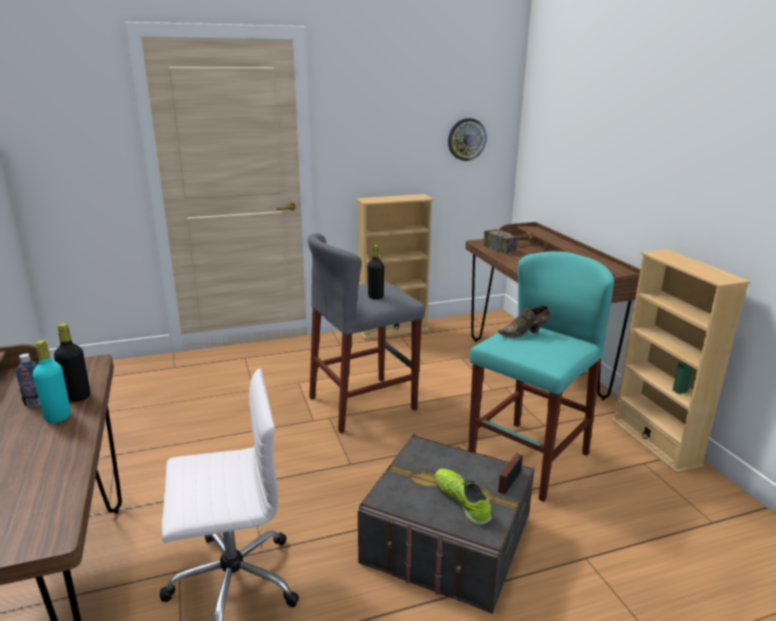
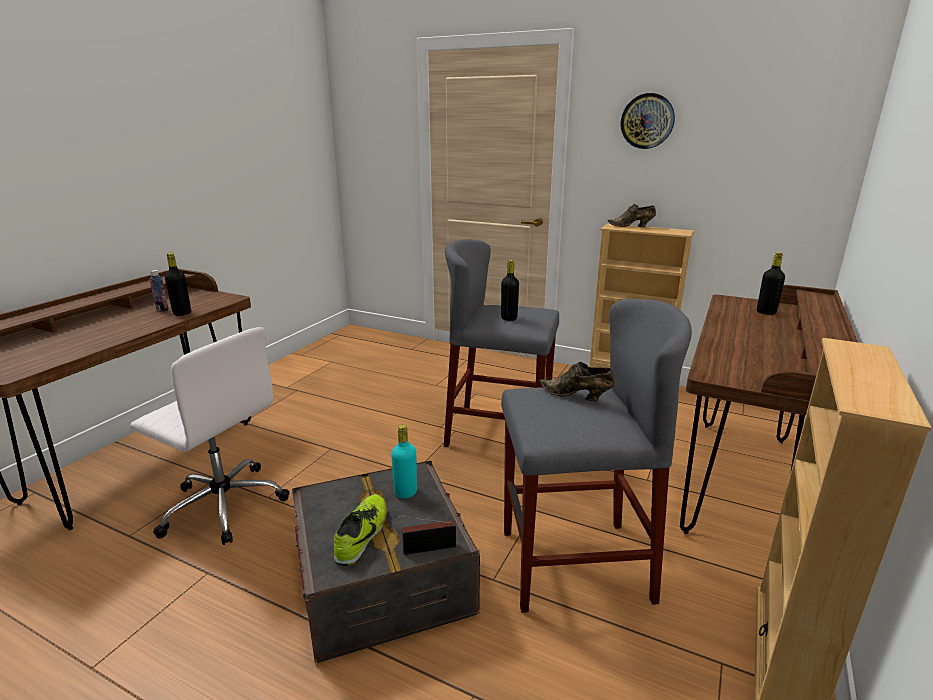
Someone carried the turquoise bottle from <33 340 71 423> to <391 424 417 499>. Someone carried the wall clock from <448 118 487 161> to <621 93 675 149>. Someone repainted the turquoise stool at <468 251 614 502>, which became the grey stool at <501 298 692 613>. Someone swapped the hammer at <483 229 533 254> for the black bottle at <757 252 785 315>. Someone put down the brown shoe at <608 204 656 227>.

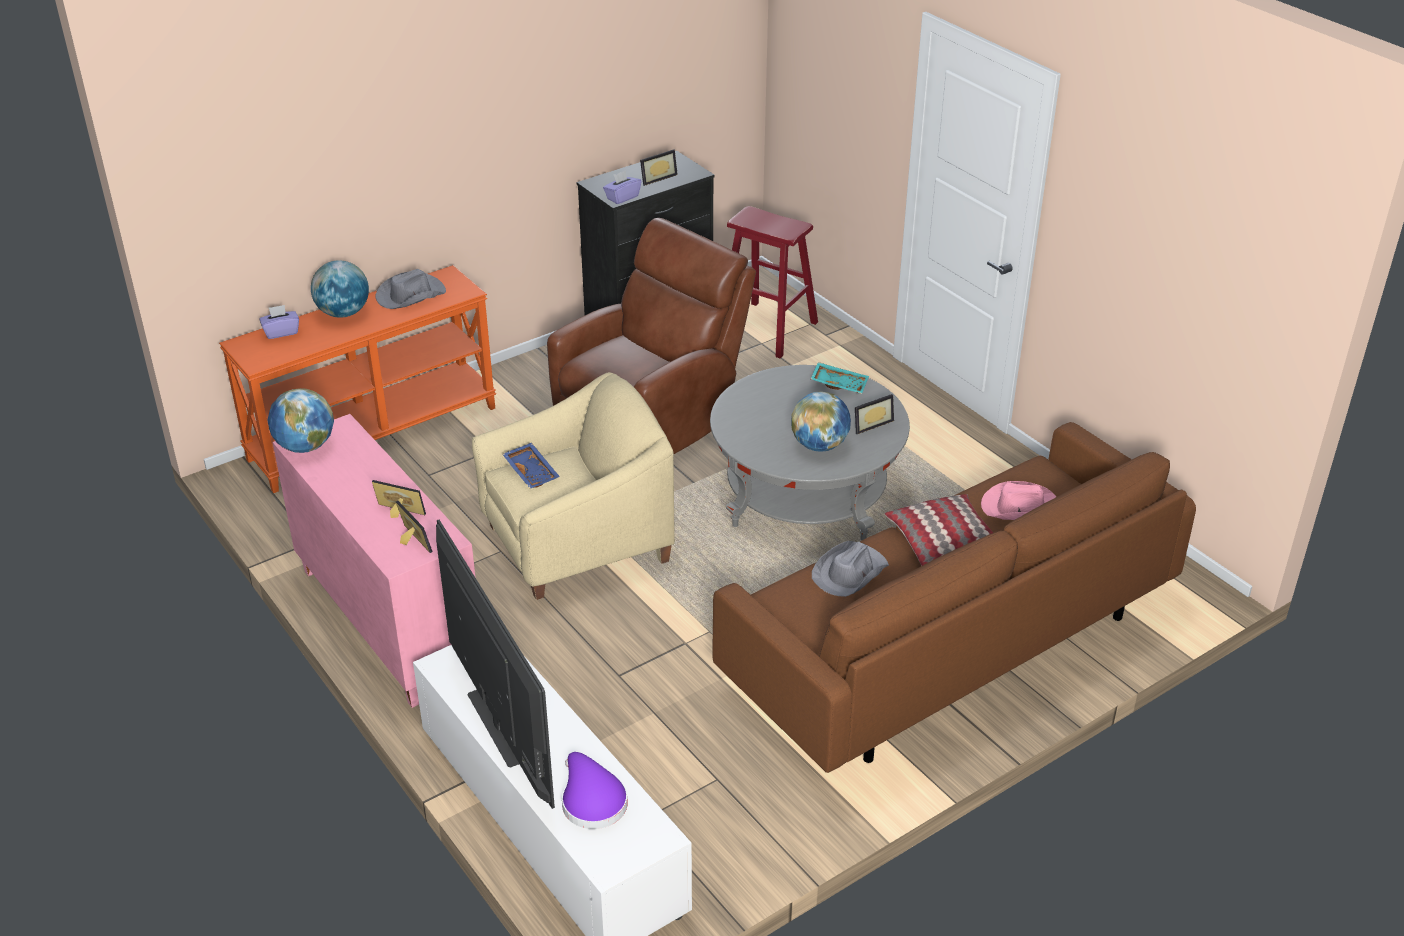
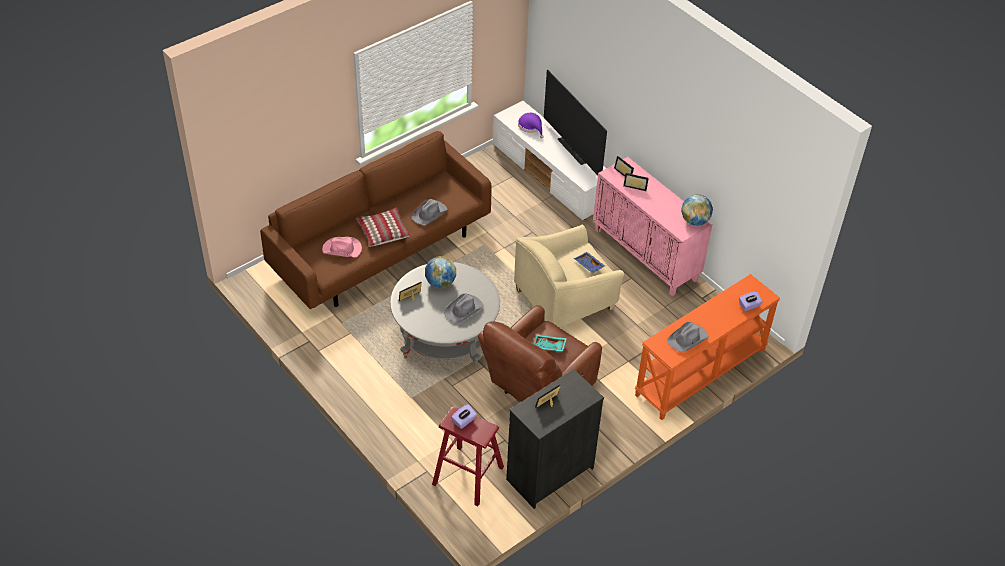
Someone took away the globe at <311 260 369 318>. Someone carried the purple tissue box from <603 170 641 204> to <451 404 477 429>. Someone carried the turquoise tray from <811 362 869 394> to <534 335 567 352>. Someone put down the grey hat at <444 294 484 323>.

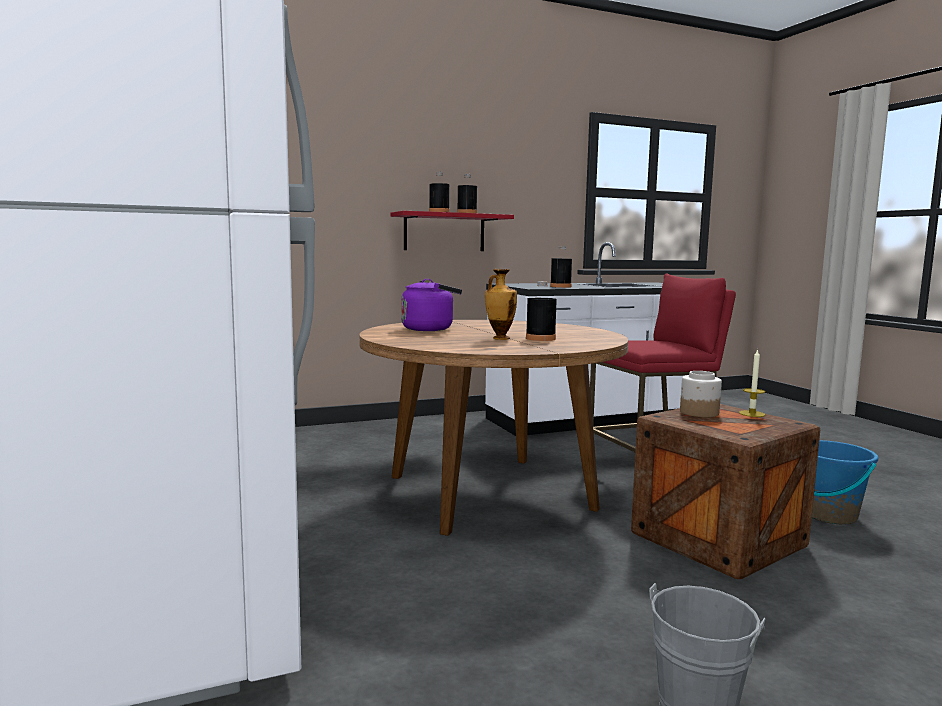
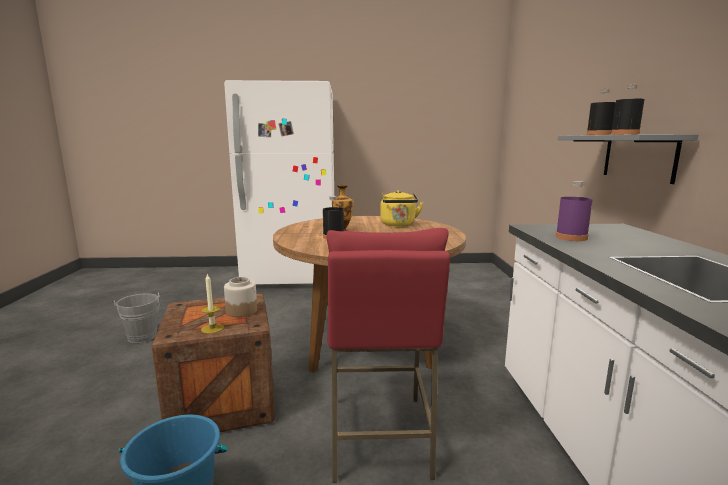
Someone repainted the red shelf at <390 211 514 251>, which became the grey shelf at <558 134 698 184>. Someone repainted the purple kettle at <401 279 462 331>, which became the yellow kettle at <380 190 423 226>. Someone repainted the black bottle at <550 246 572 288>, which became the purple bottle at <556 181 592 241>.

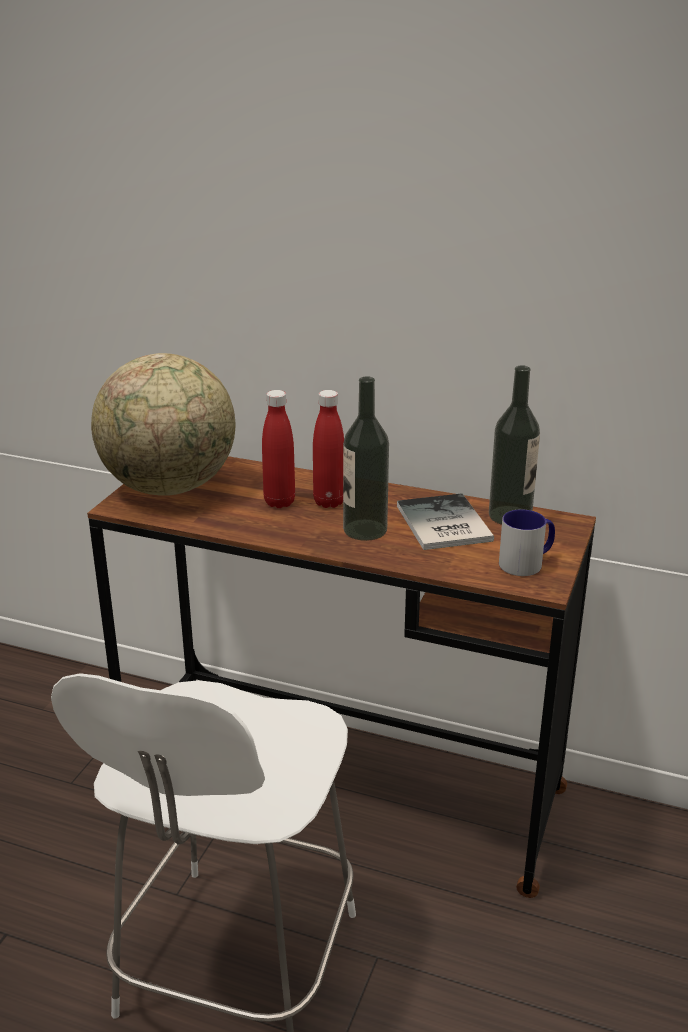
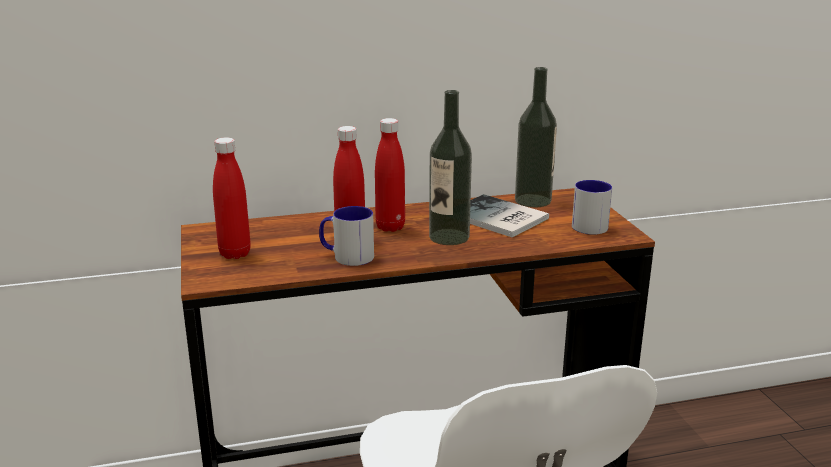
Someone swapped the globe at <91 353 235 496> for the red bottle at <213 137 251 259>. Someone put down the mug at <319 206 374 266>.

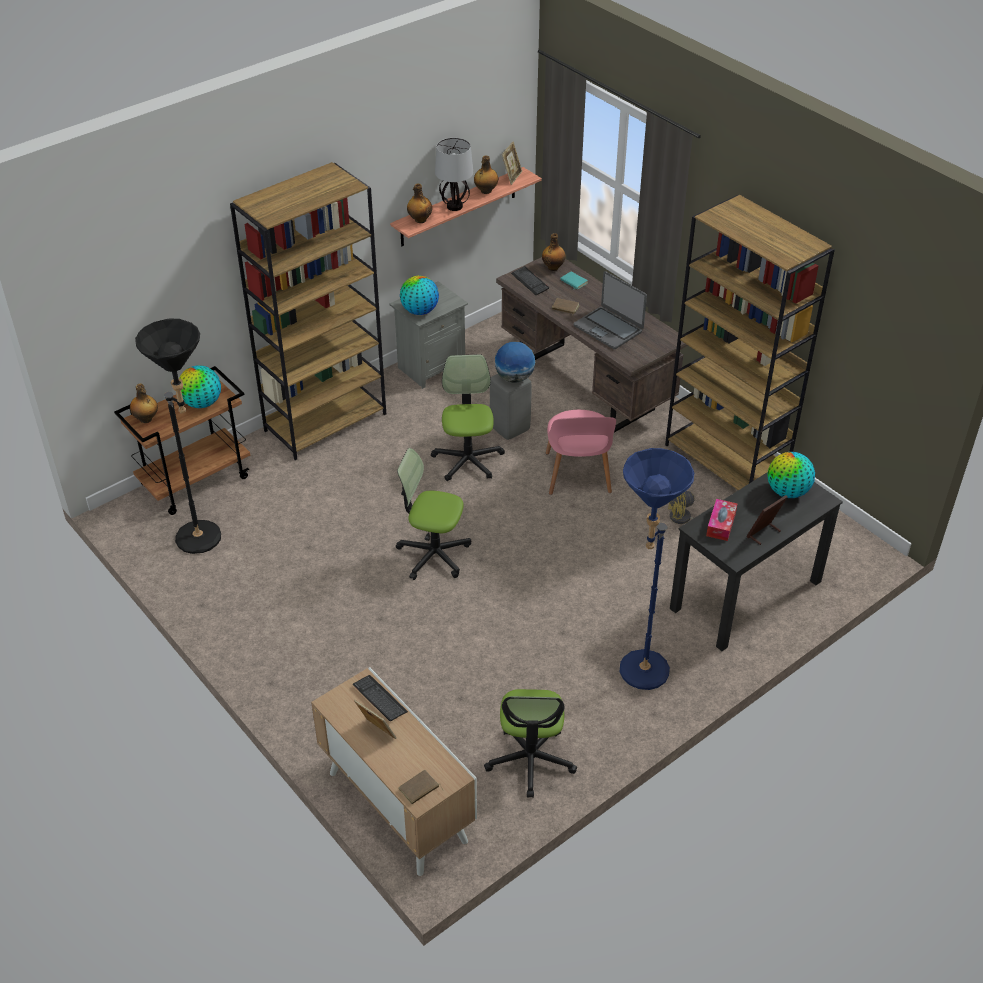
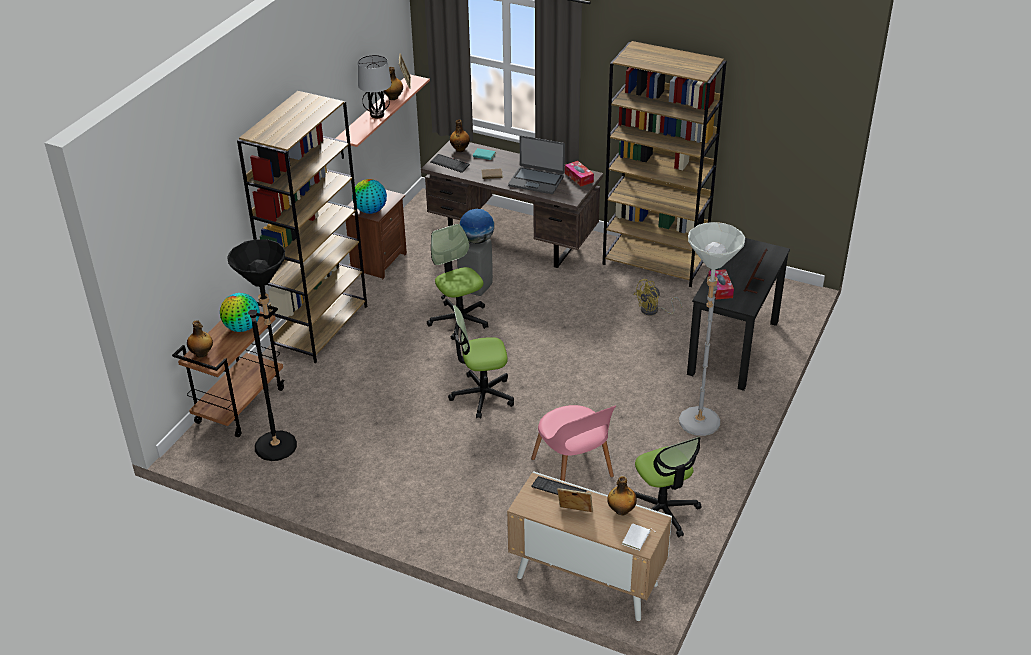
Someone repainted the grey nightstand at <389 281 468 389>, which became the brown nightstand at <346 190 407 279>. Someone repainted the brown book at <398 770 443 804>, which became the white book at <622 523 654 551>. Someone carried the bottle from <407 184 432 223> to <607 476 637 515>. Someone carried the pink chair from <546 410 616 495> to <531 405 616 481>. Someone repainted the blue floor lamp at <620 448 694 690>, which became the grey floor lamp at <679 222 745 436>. Someone took away the globe at <768 452 815 498>. Someone put down the tissue box at <565 161 594 187>.

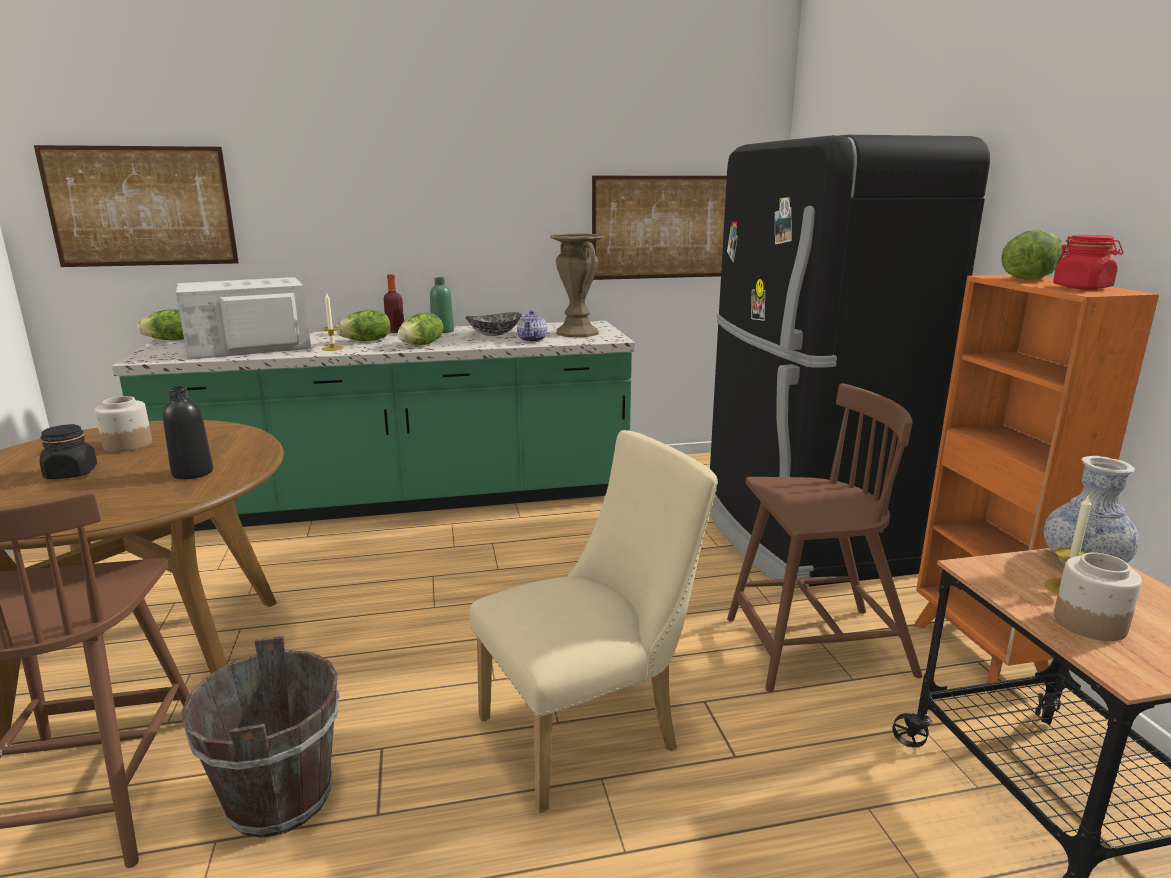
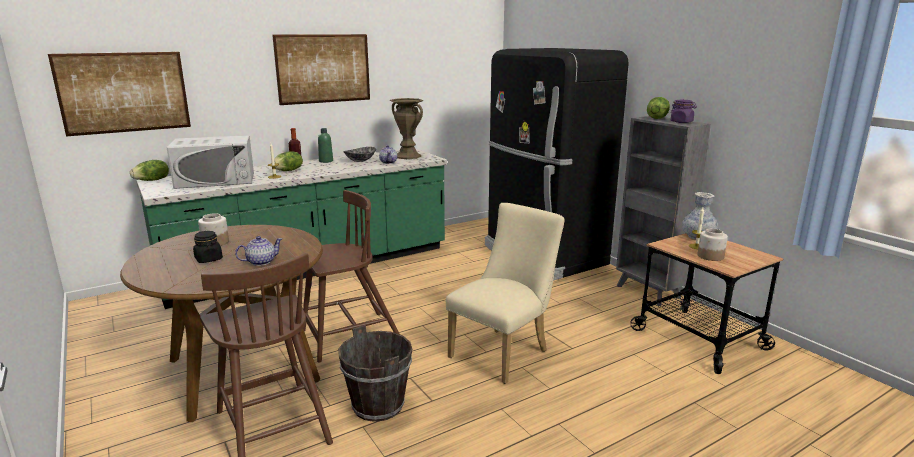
Someone took away the black bottle at <163 386 213 479>. Someone rotated the white microwave at <176 277 311 360> by 150 degrees counterclockwise. Someone took away the lettuce at <397 313 444 345>. Someone carried the picture from <592 176 727 280> to <272 34 370 105>. Someone carried the brown chair from <727 383 922 692> to <303 190 400 363>. Someone repainted the orange bookcase at <914 275 1159 693>, which became the grey bookcase at <616 116 711 306>. Someone repainted the red jar at <1053 235 1123 290>, which became the purple jar at <671 100 697 123>. Someone put down the teapot at <235 236 282 266>.

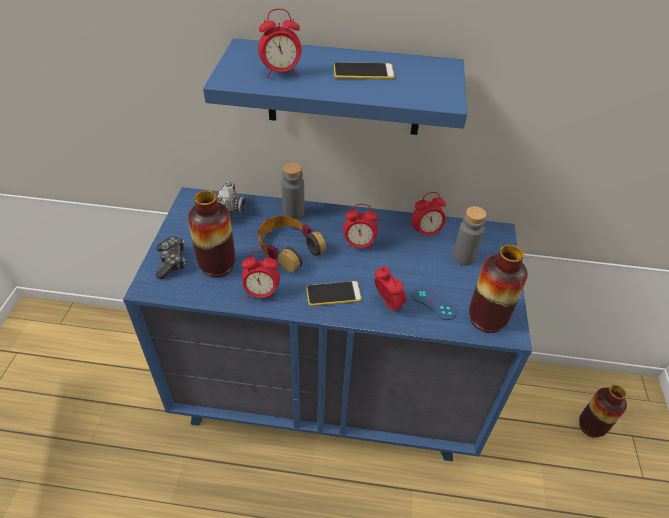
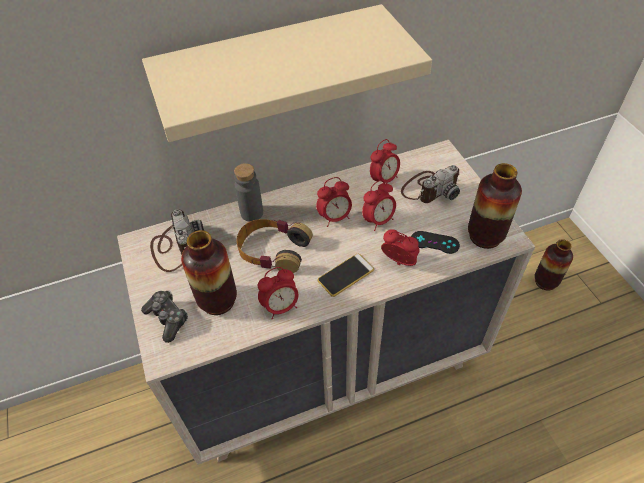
Someone repainted the blue dresser at <123 187 532 462>, which became the beige dresser at <117 140 535 465>. Someone repainted the blue shelf at <203 38 467 135>, which became the beige shelf at <142 4 432 142>. Someone carried the alarm clock from <258 9 301 78> to <362 180 396 231>. Someone took away the phone at <334 62 395 79>. Someone repainted the blue game controller at <412 287 457 320>, which became the black game controller at <411 231 460 254>. Someone swapped the grey bottle at <452 206 487 266> for the photo camera at <401 165 460 203>.

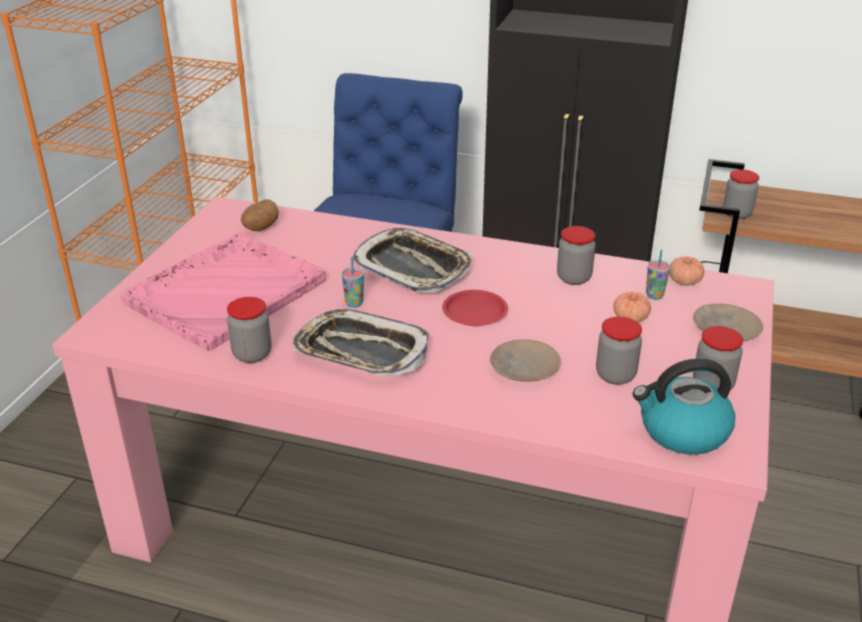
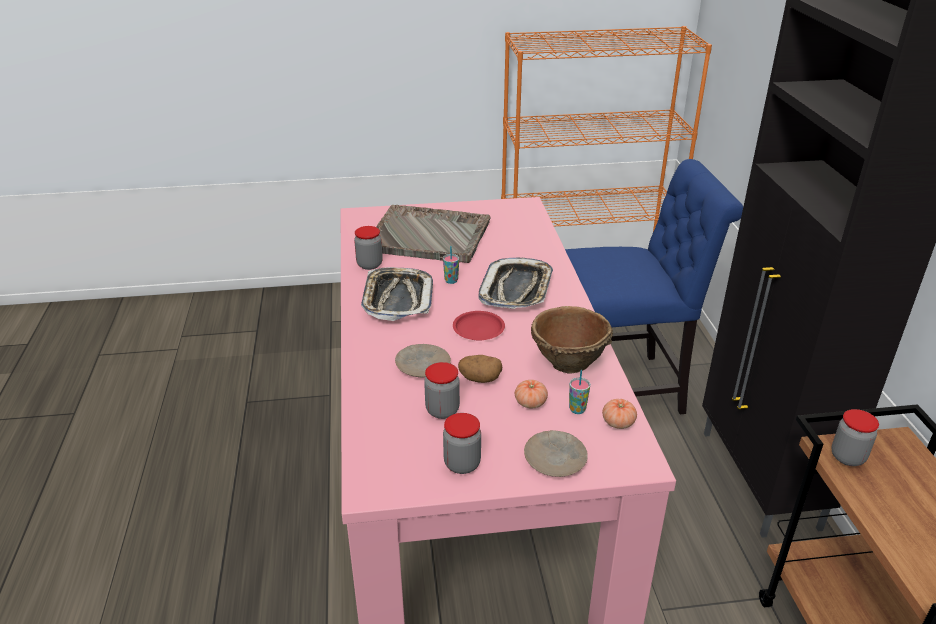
Someone repainted the pink tray at <120 233 326 351>, which became the grey tray at <376 205 491 263>. Someone carried the potato from <241 199 279 231> to <458 355 502 383>. Someone swapped the jar at <557 226 596 285> for the brown bowl at <531 306 613 374>. Someone took away the kettle at <633 359 735 455>.

